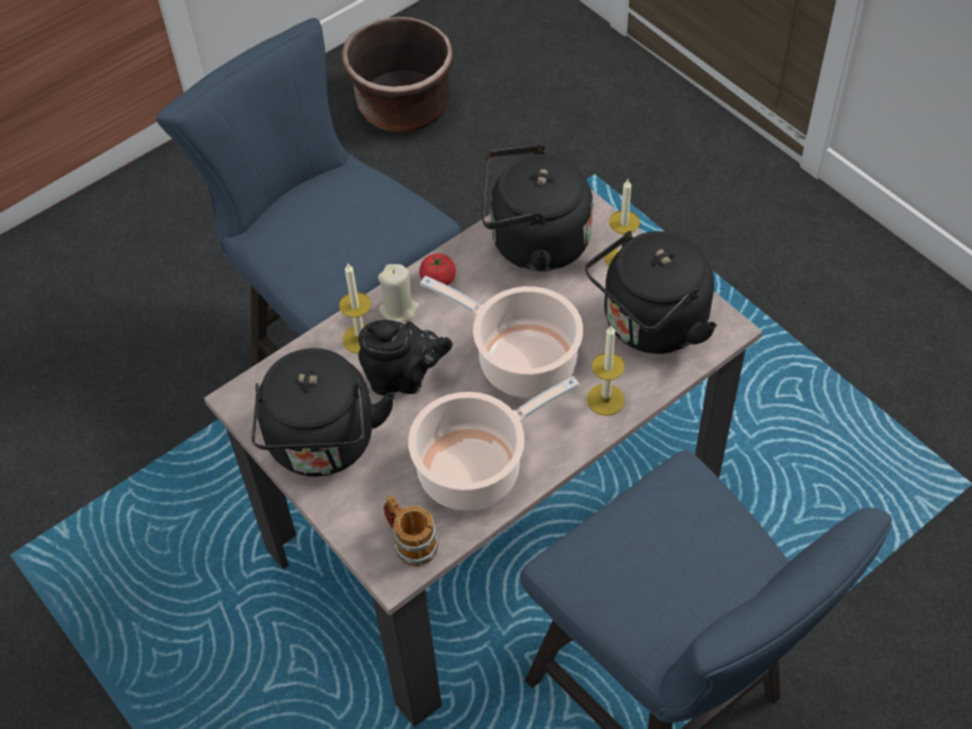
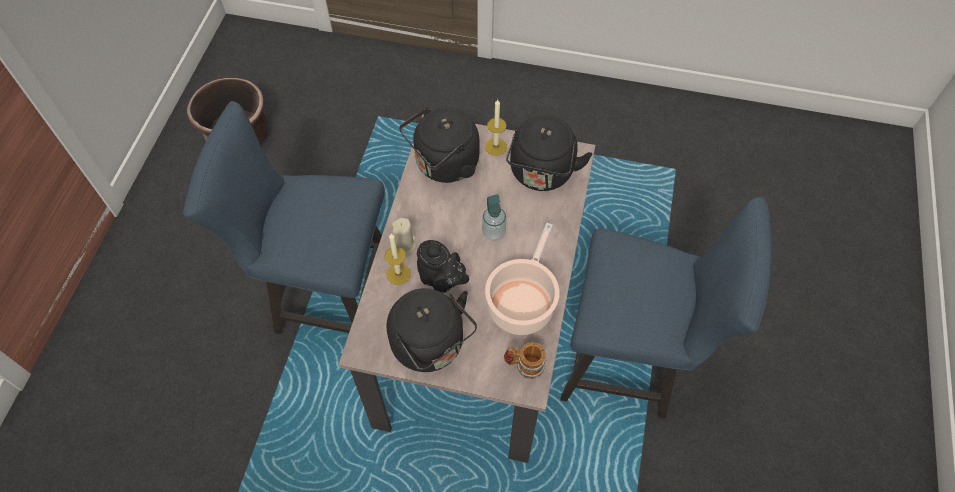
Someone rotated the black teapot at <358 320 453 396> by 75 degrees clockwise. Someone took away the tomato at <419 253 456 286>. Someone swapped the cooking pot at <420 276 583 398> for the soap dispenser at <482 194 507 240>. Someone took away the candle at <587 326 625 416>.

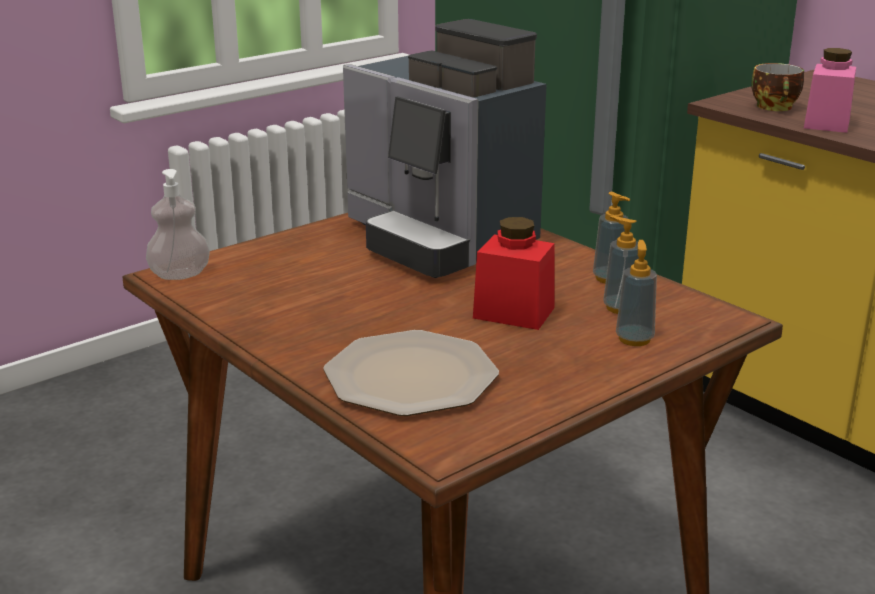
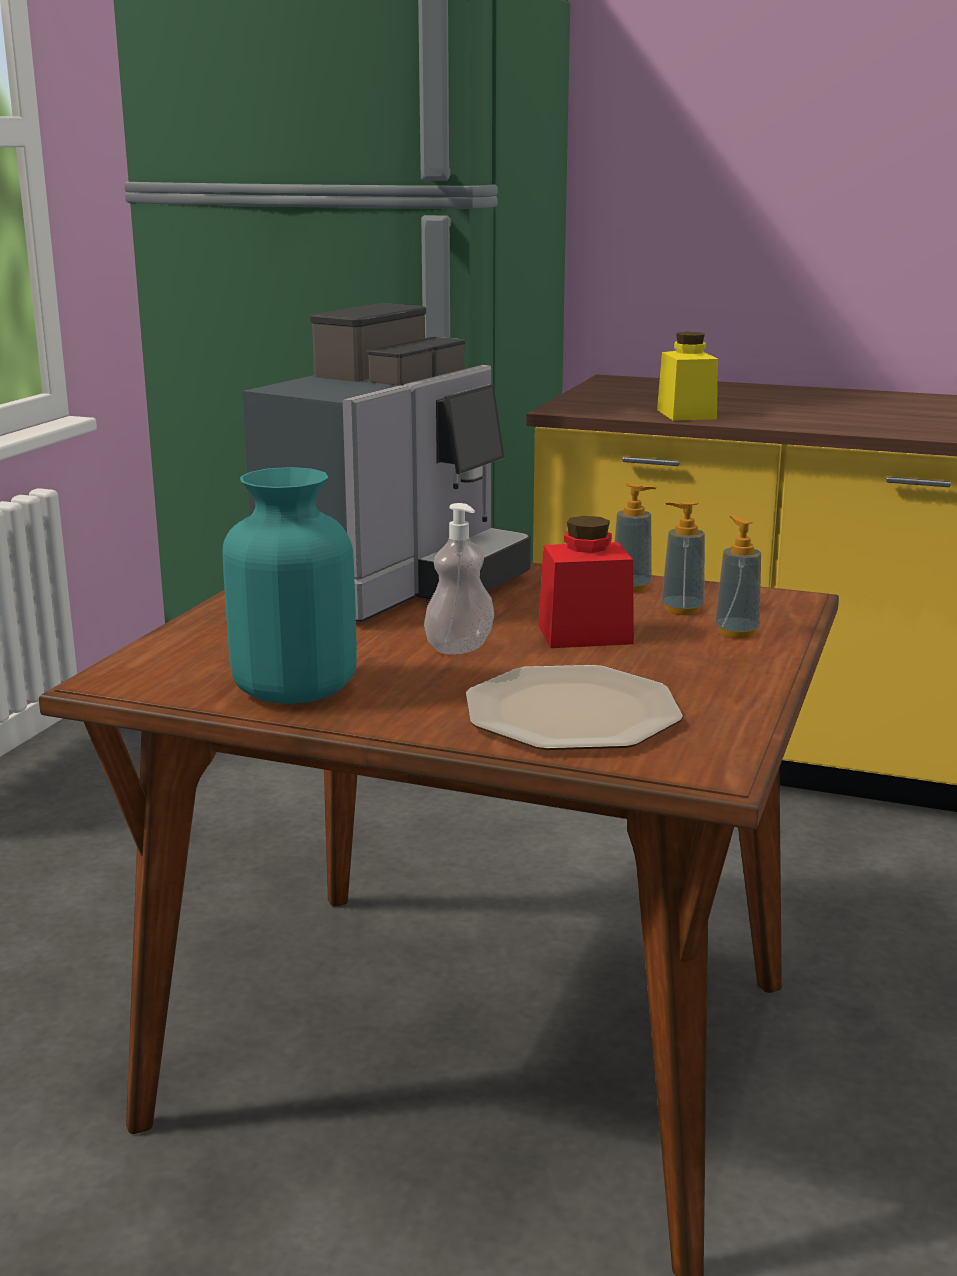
Someone carried the soap dispenser from <146 169 210 280> to <424 503 494 655>. Someone rotated the coffee machine at <343 19 547 278> by 75 degrees counterclockwise. Someone took away the cup at <751 63 804 111>. Someone repainted the pink jar at <804 48 856 133>, which became the yellow jar at <657 332 718 421>. Someone put down the turquoise vase at <223 467 357 704>.

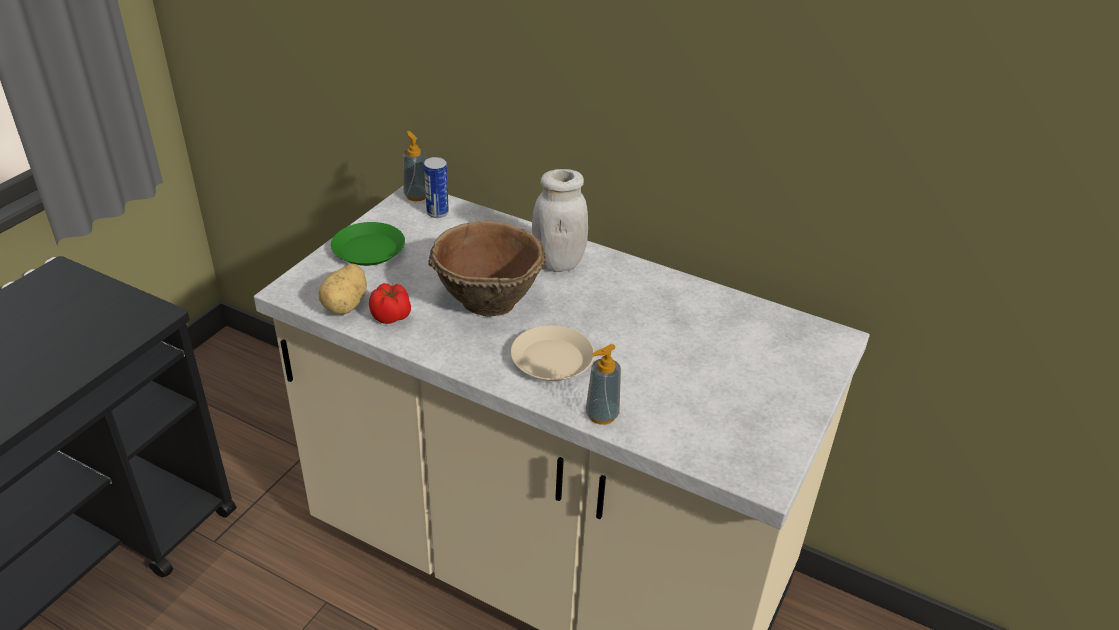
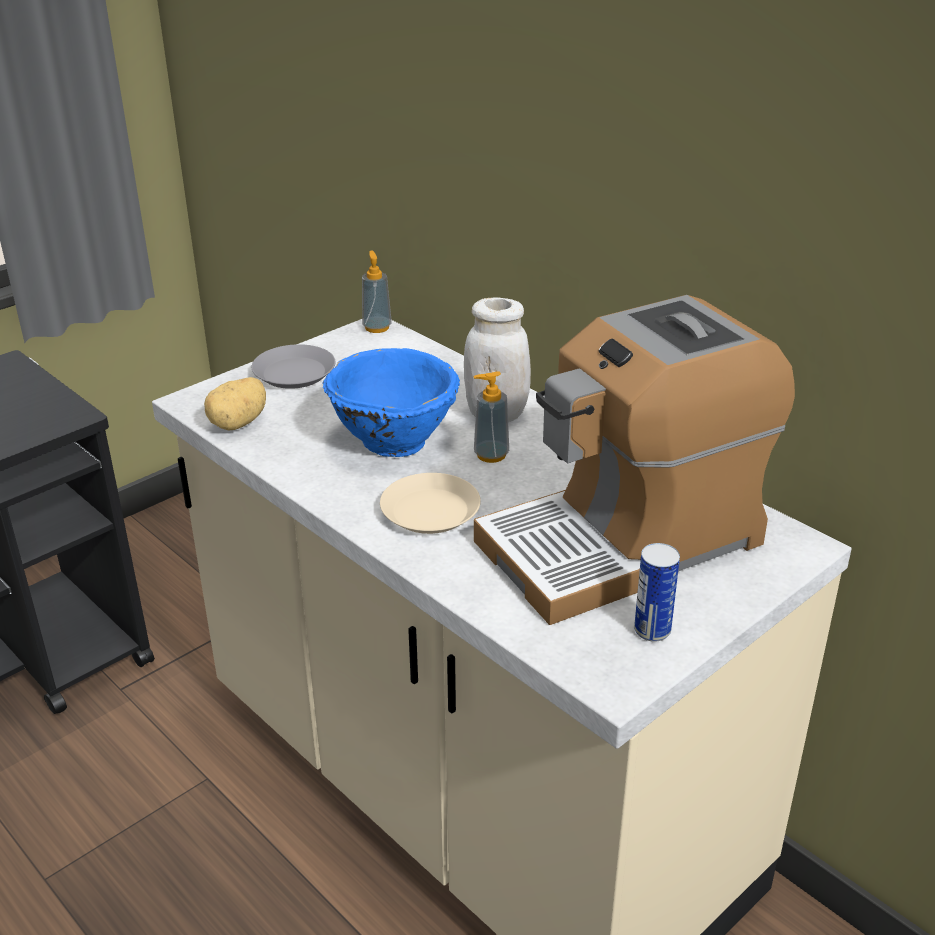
Someone repainted the green plate at <331 222 405 266>, which became the grey plate at <252 344 335 389>. Someone took away the tomato at <369 283 411 324>. Someone carried the can from <424 157 449 218> to <634 543 680 642>. Someone repainted the brown bowl at <428 221 546 317>, which became the blue bowl at <323 348 460 457>. Someone carried the soap dispenser from <586 344 621 425> to <473 371 509 463>. Someone put down the coffee machine at <474 295 795 625>.

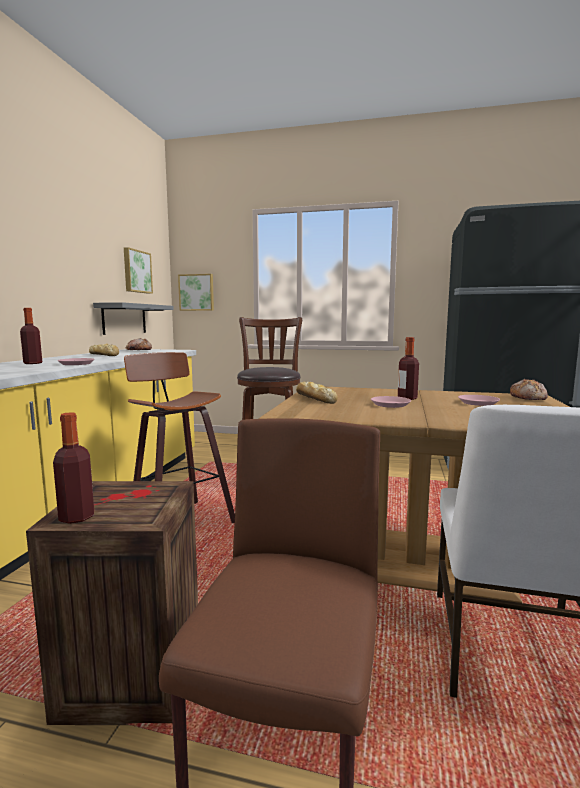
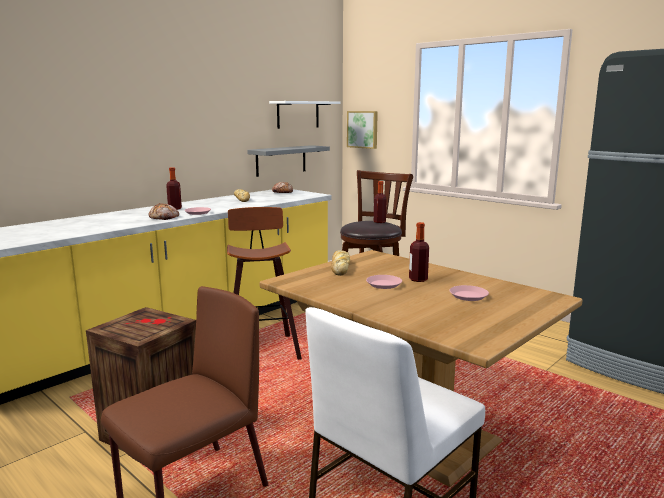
Someone carried the bottle from <53 412 94 524> to <374 181 387 223>. Someone swapped the picture at <124 247 153 294> for the white shelf at <269 101 341 129>. Someone carried the bread from <510 379 548 400> to <149 203 179 220>.

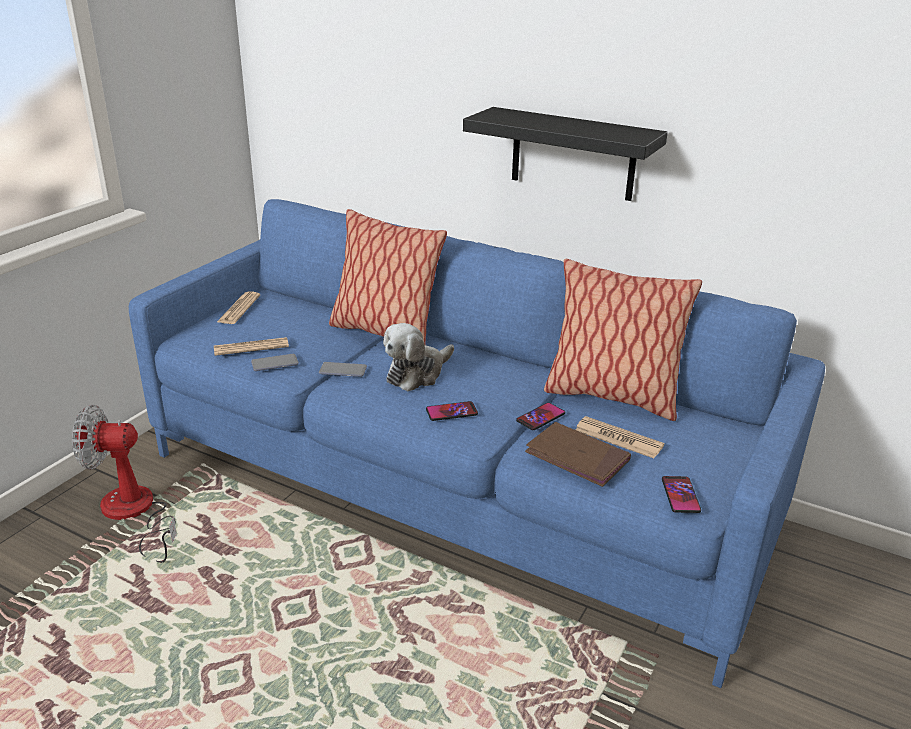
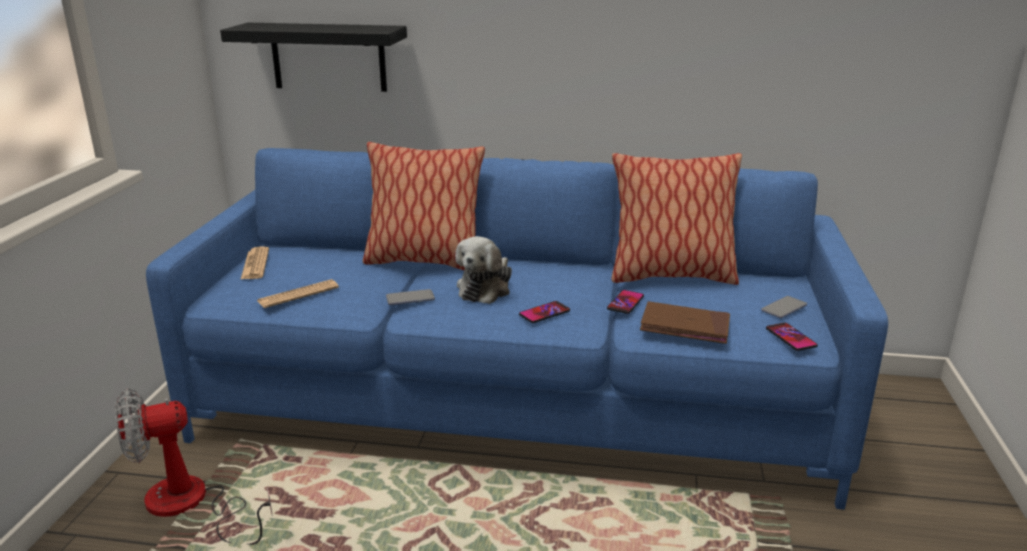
Someone carried the phone from <251 354 299 371> to <761 296 807 318>. Someone carried the black shelf from <463 107 668 201> to <220 23 407 92>. Someone took away the newspaper at <575 416 664 458>.

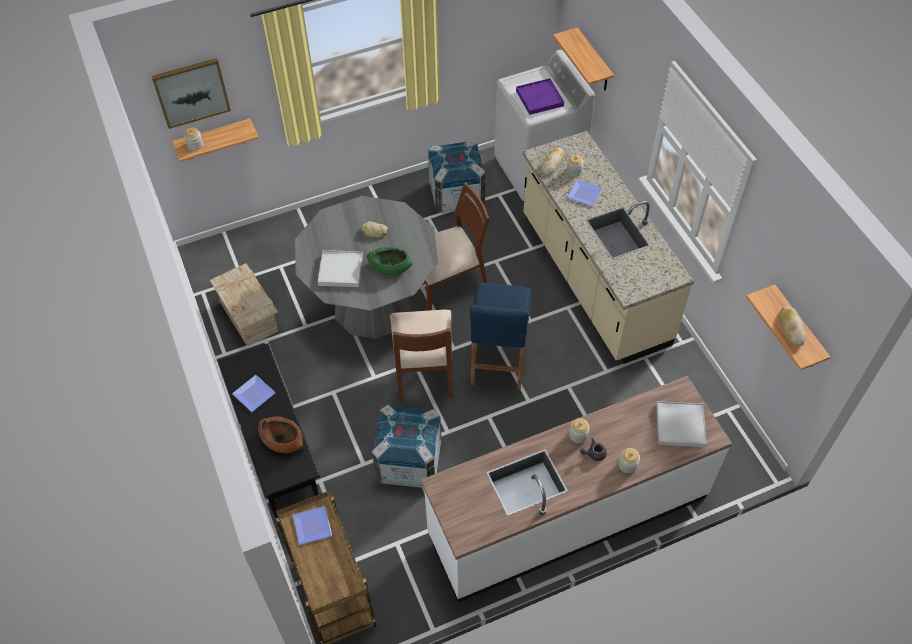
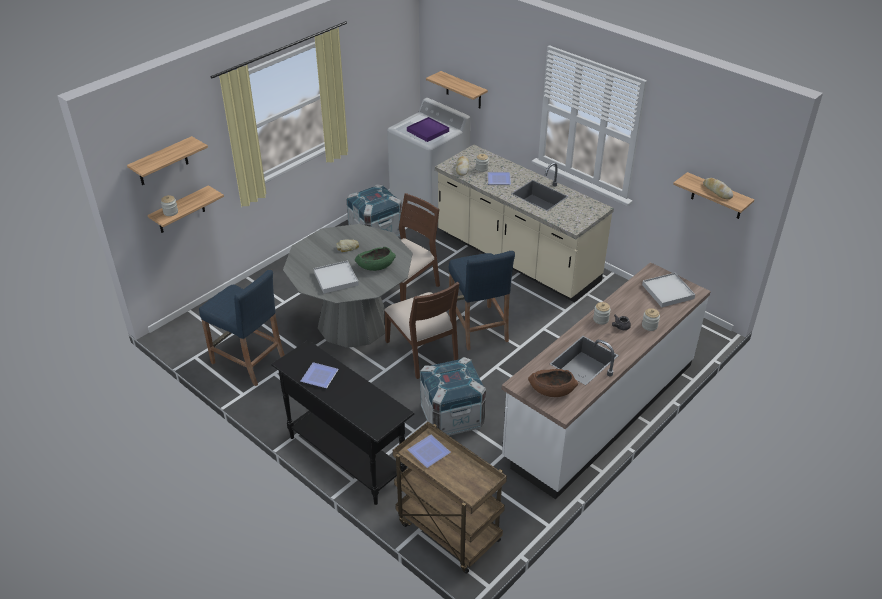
Someone swapped the picture at <151 58 231 129> for the shelf at <127 136 208 185>. Someone swapped the crate at <210 263 278 346> for the blue stool at <199 269 285 386>. Someone carried the brown bowl from <258 416 303 453> to <528 369 578 397>.

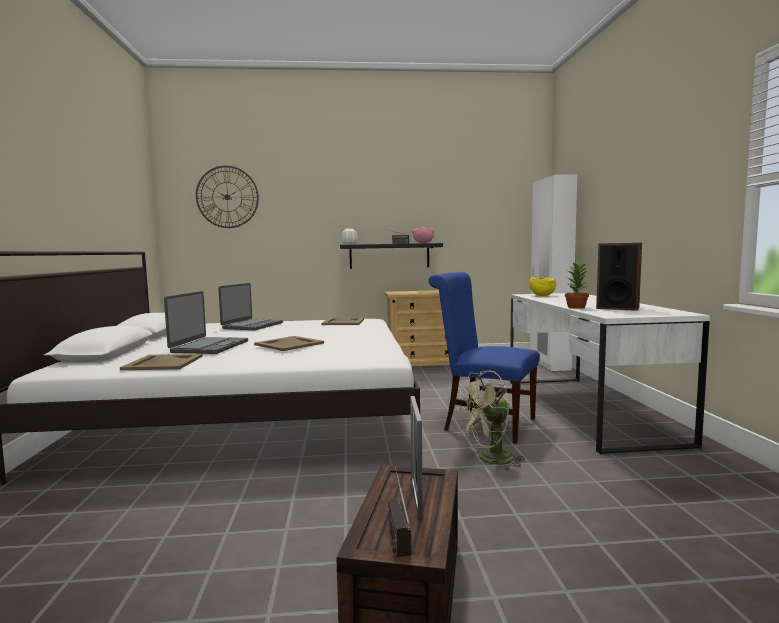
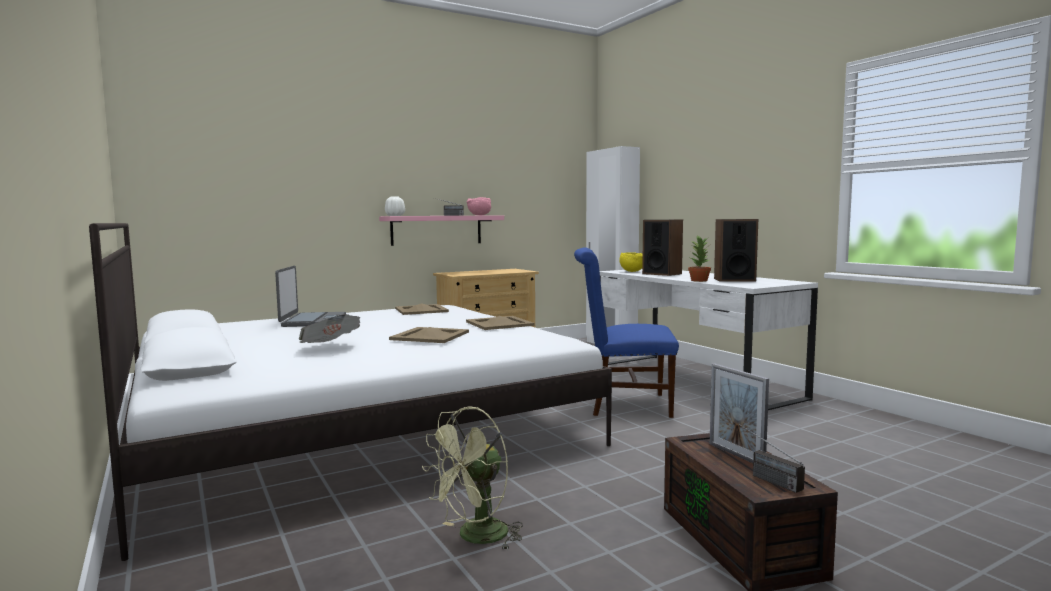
Someone carried the beige tray from <120 354 202 370> to <466 316 534 330>. Someone swapped the laptop at <164 291 248 354> for the newspaper at <299 314 360 343>. Someone took away the wall clock at <196 166 259 228>. Someone repainted the black shelf at <340 243 443 269>, which became the pink shelf at <379 215 504 246>. Someone carried the green fan from <457 370 525 470> to <422 406 523 551>. Someone put down the speaker at <642 220 683 276>.

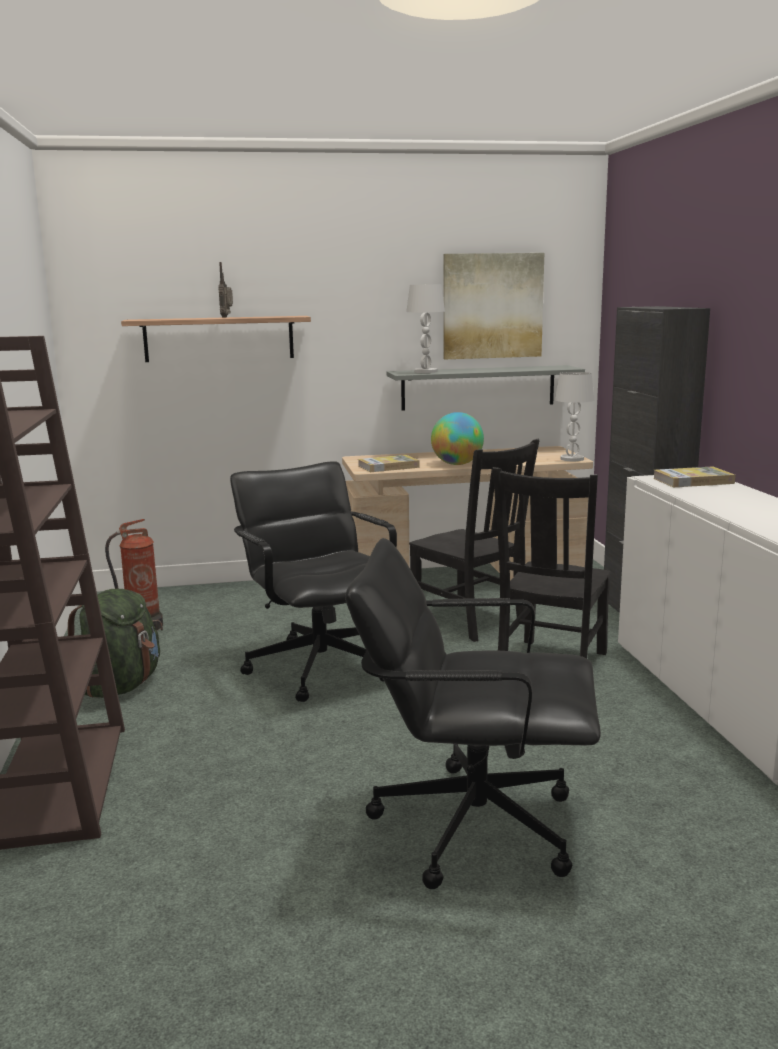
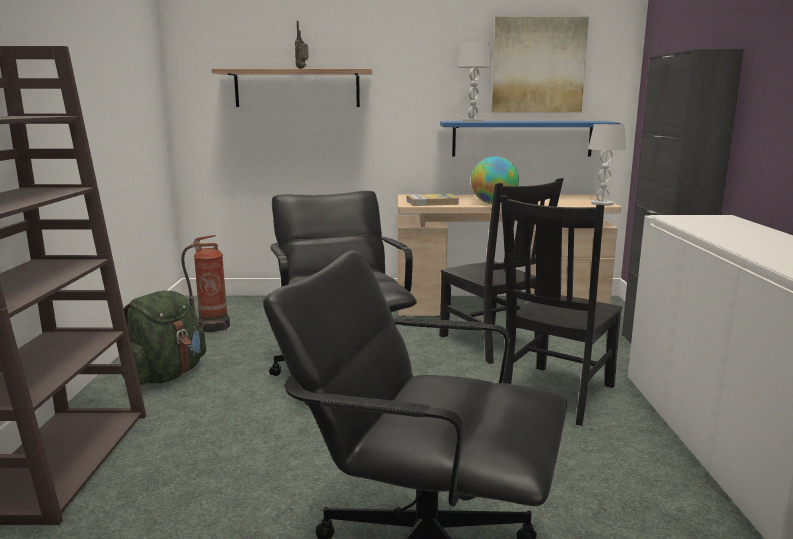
Someone repainted the grey shelf at <386 365 585 411>, which became the blue shelf at <440 121 620 157>. Someone took away the book at <653 466 736 487>.

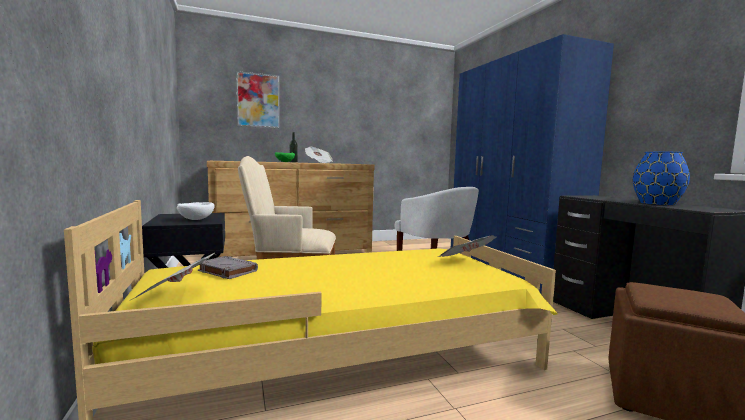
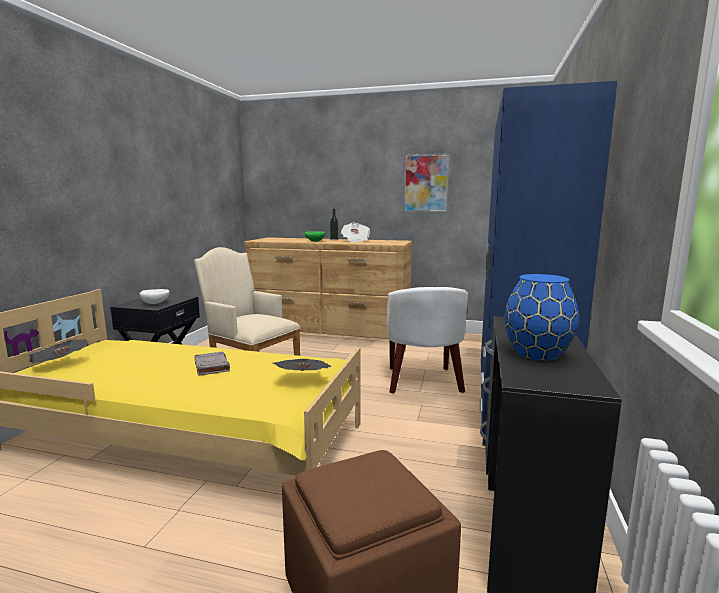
Someone carried the grey book from <198 256 258 279> to <194 352 230 376>. Someone carried the picture from <236 71 280 129> to <404 154 449 212>.

